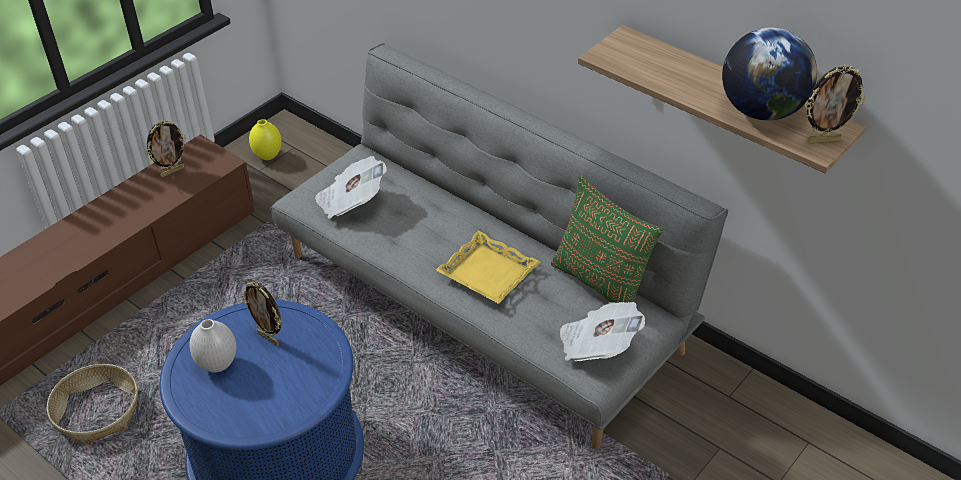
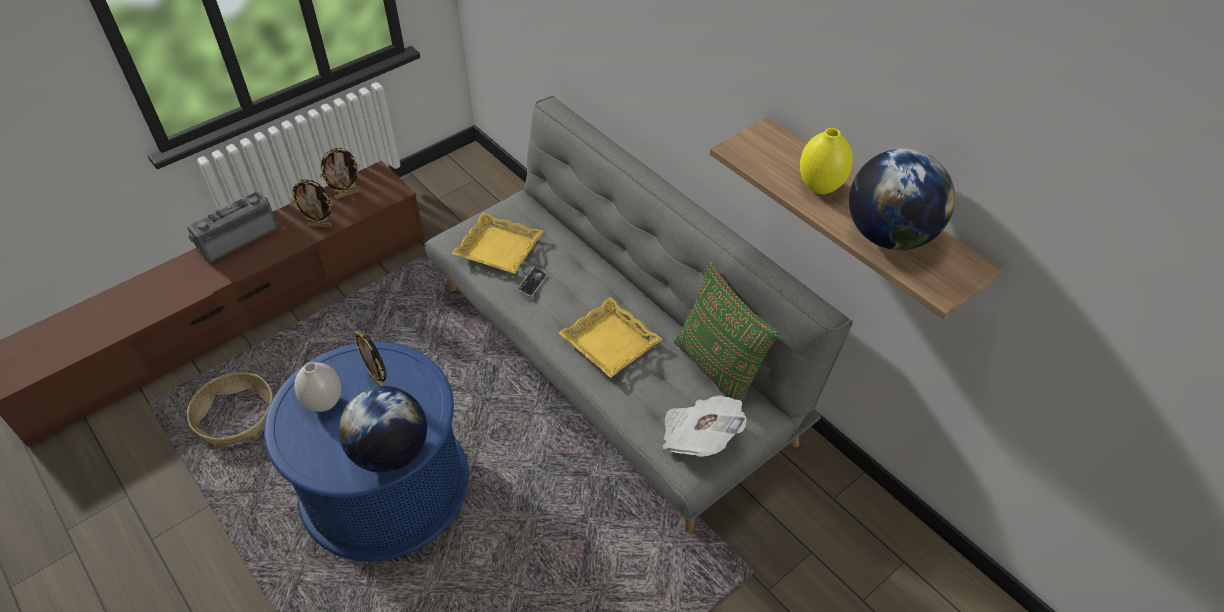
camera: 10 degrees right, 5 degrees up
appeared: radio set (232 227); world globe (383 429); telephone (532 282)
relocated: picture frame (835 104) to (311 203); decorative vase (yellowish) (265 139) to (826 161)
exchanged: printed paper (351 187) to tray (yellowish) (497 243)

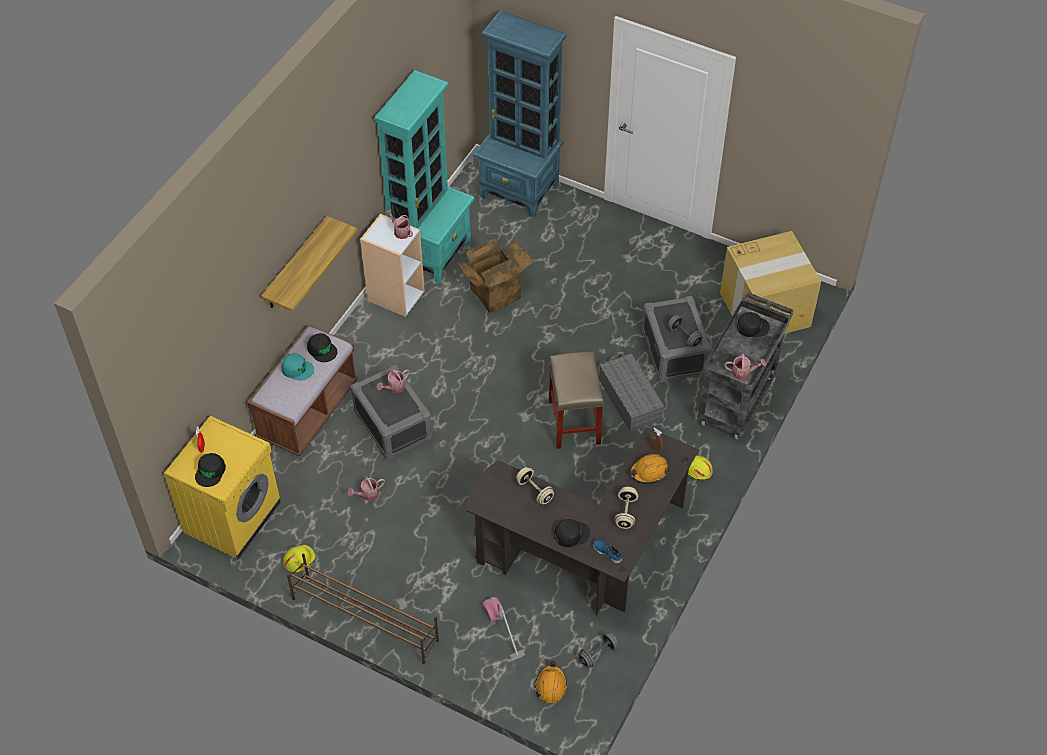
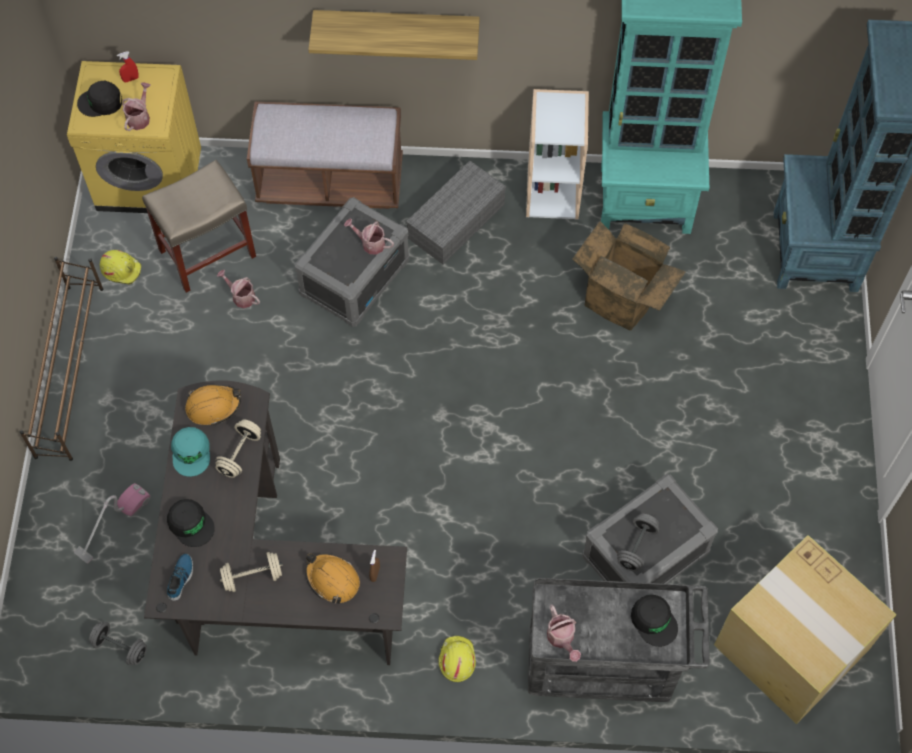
camera: 65 degrees right, 10 degrees up
missing: baseball cap (blackish) (322 347)
relocated: watering can (399 224) to (136 107); stool (beige-coloured) (576 400) to (199 226); baseball cap (turquoise-coloured) (297 366) to (190 452); work helmet (orange-coloured) (551 681) to (213 405); storage bin (greyish) (631 392) to (456 212)

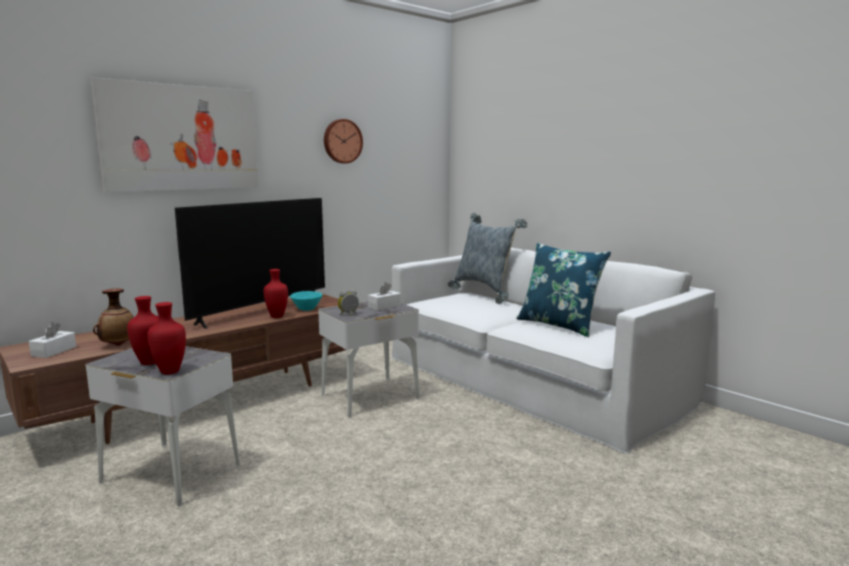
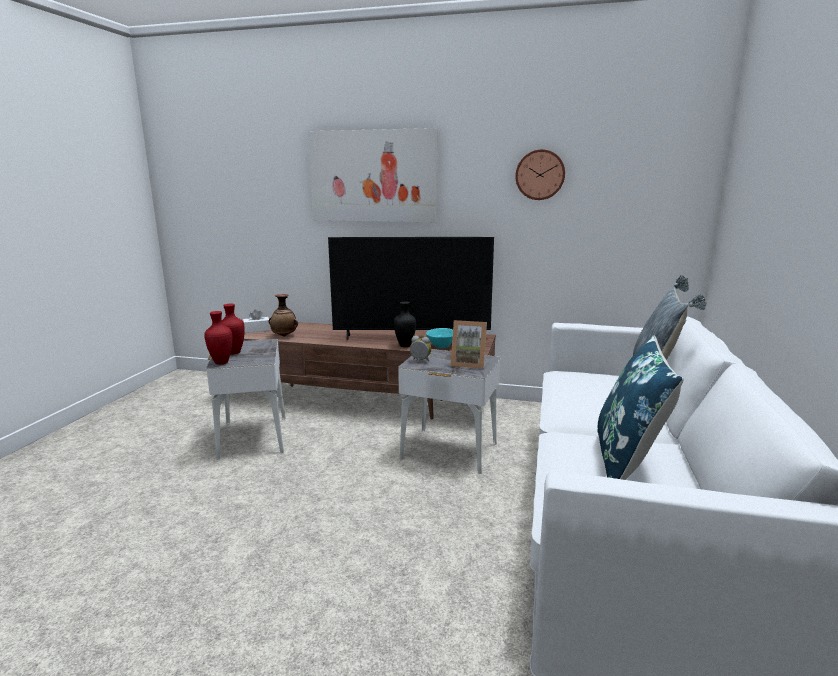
camera: 55 degrees right, 5 degrees up
exchanged: tissue holder (white) (384 296) to picture frame (468 344)
colour: decorative vase (red-coloured) (276 293) to decorative vase (blackish) (405 324)

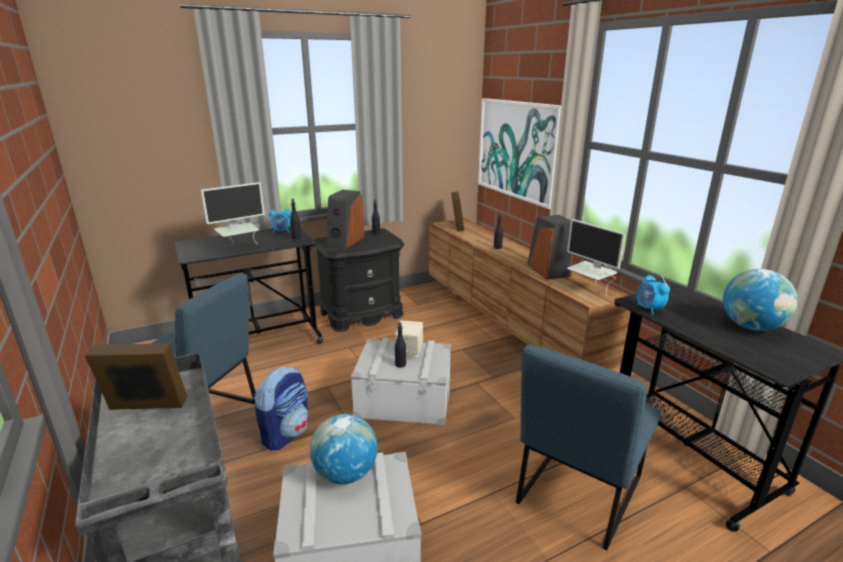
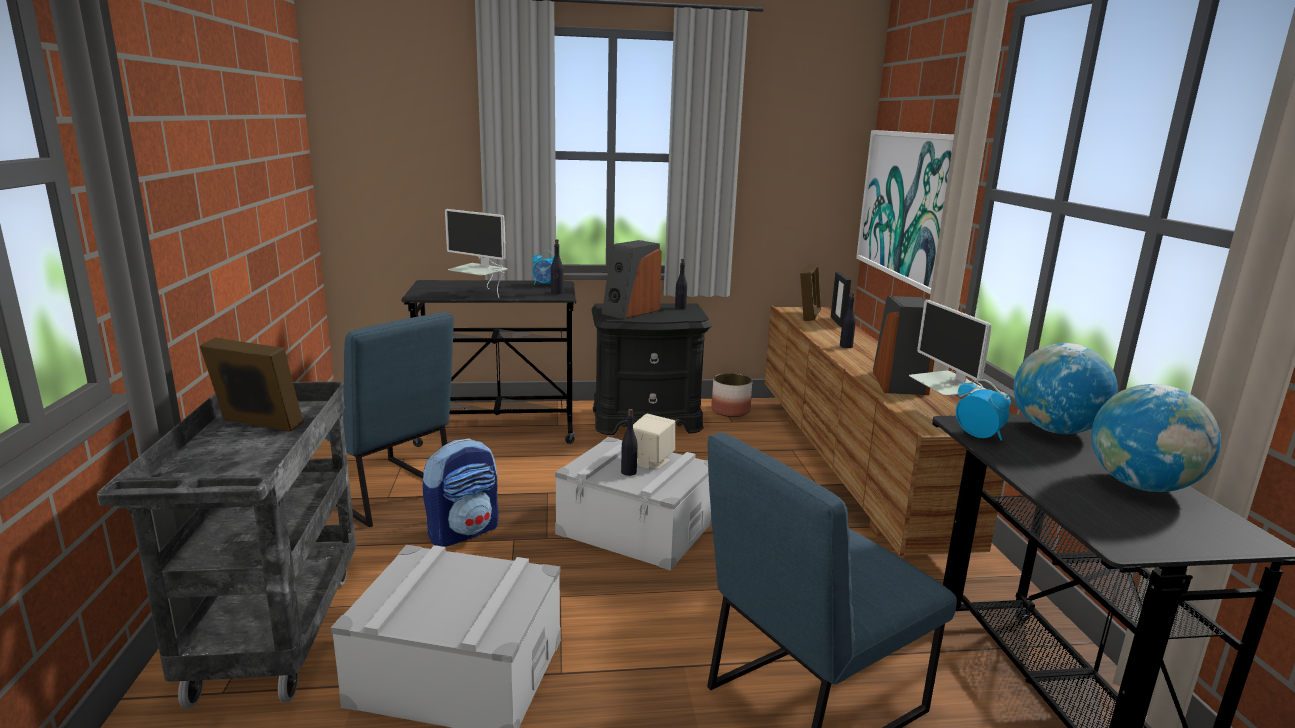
camera: 20 degrees right, 5 degrees down
appeared: flower pot (731 395); picture frame (841 299)
relocated: world globe (343 449) to (1066 388)
spun: computer screen (233 213) = (476 253) 45 degrees clockwise; table clock (653 294) = (983 410) 135 degrees clockwise

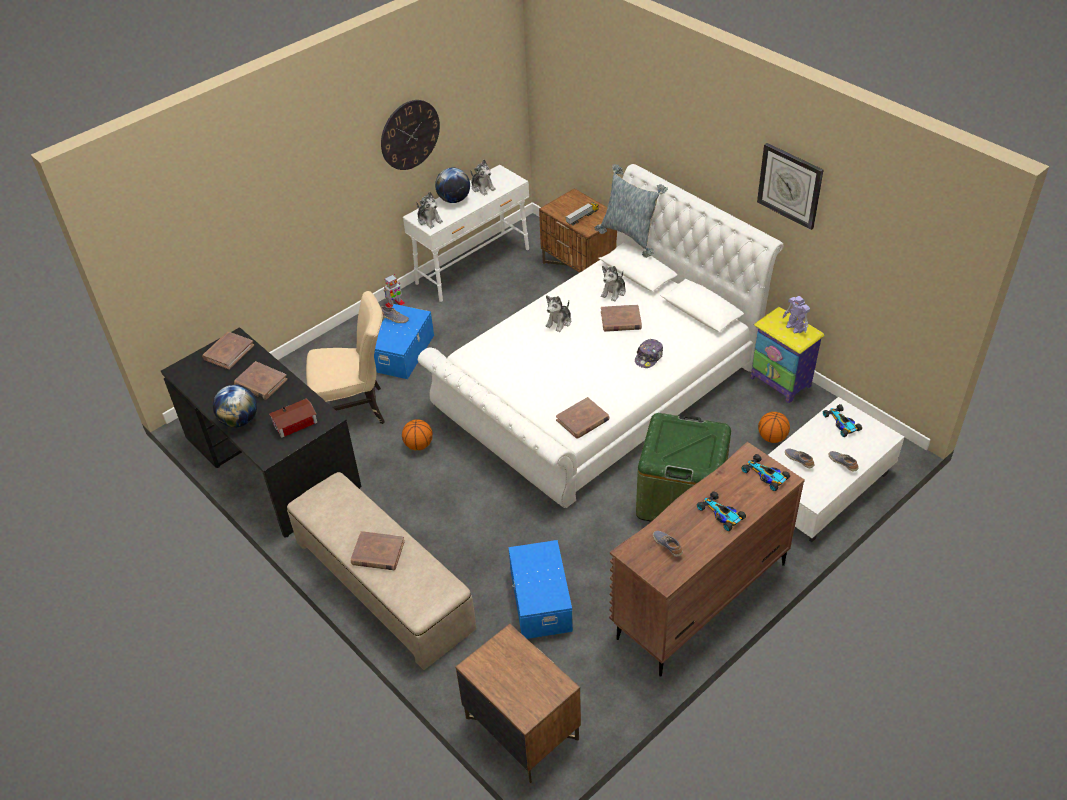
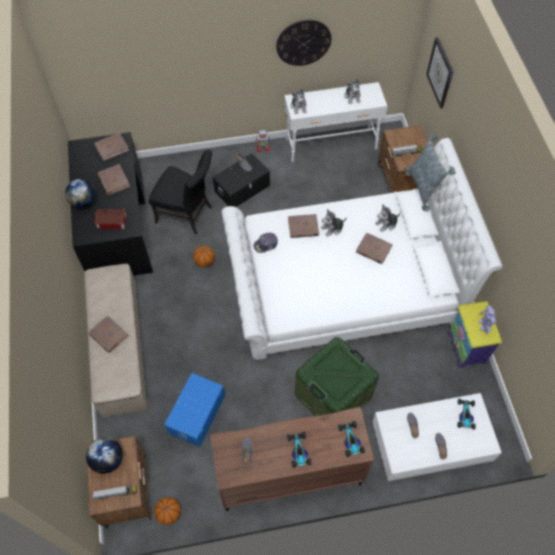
camera: 30 degrees right, 15 degrees up
appeared: toy lorry (115 492)
relocated: world globe (452 185) to (104 455); basketball (774 427) to (167 511); baseball cap (649 353) to (266 243); volume (brownish) (583 418) to (303 226); hanging clock (790 186) to (439 72)
colour: upright chair (beige-coloured) (345 357) to upright chair (blackish) (180 192); storage bin (bluish) (404 341) to storage bin (blackish) (241 180)

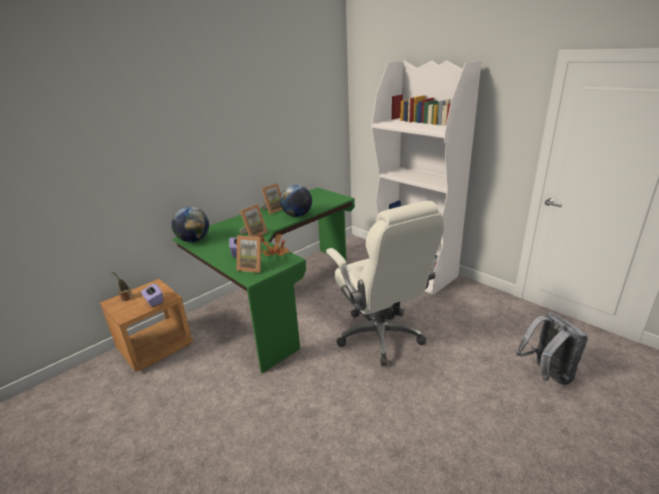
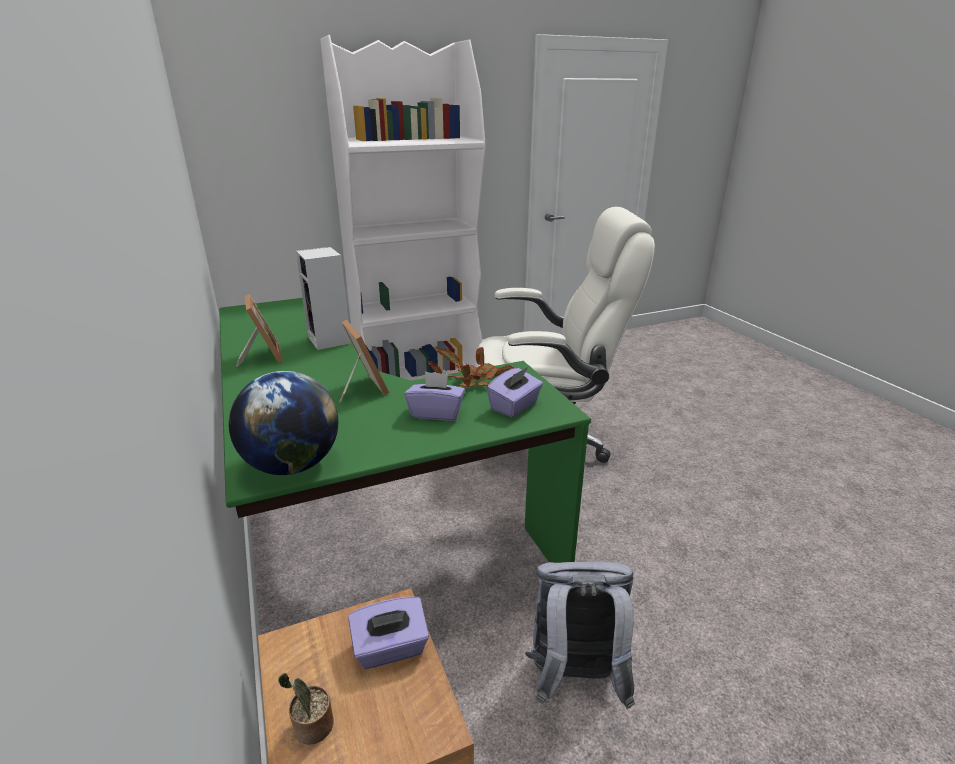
camera: 70 degrees left, 0 degrees up
relocated: backpack (greyish) (552 348) to (580 635)
exchanged: world globe (296 201) to audio speaker (323 298); picture frame (249 254) to tissue holder (purplish) (515 392)

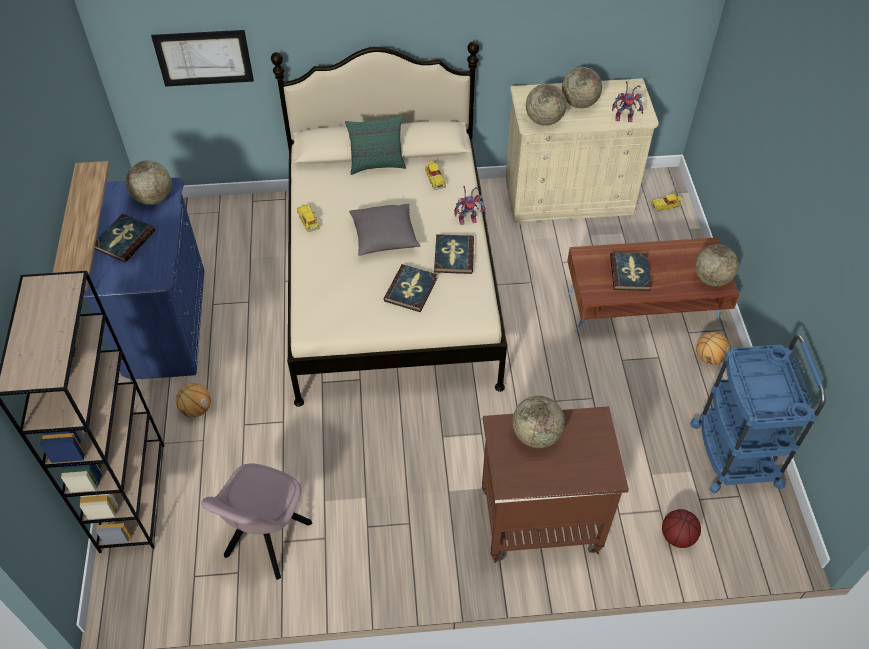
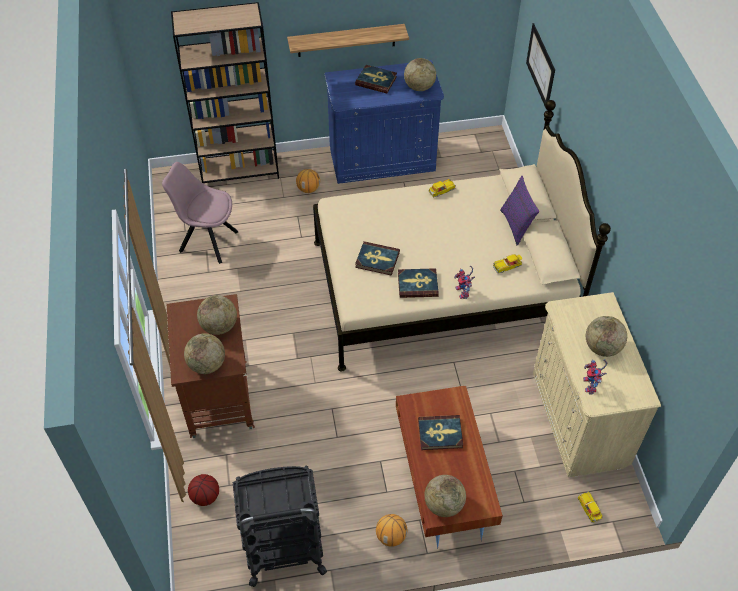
camera: 85 degrees right, 0 degrees up
missing: throw pillow (greyish) (384 230)
relocated: world globe (546 105) to (204 353)
colour: cart (bluish) (758 414) to cart (blackish) (280 526); throw pillow (green-coloured) (375 145) to throw pillow (purplish) (519 210)

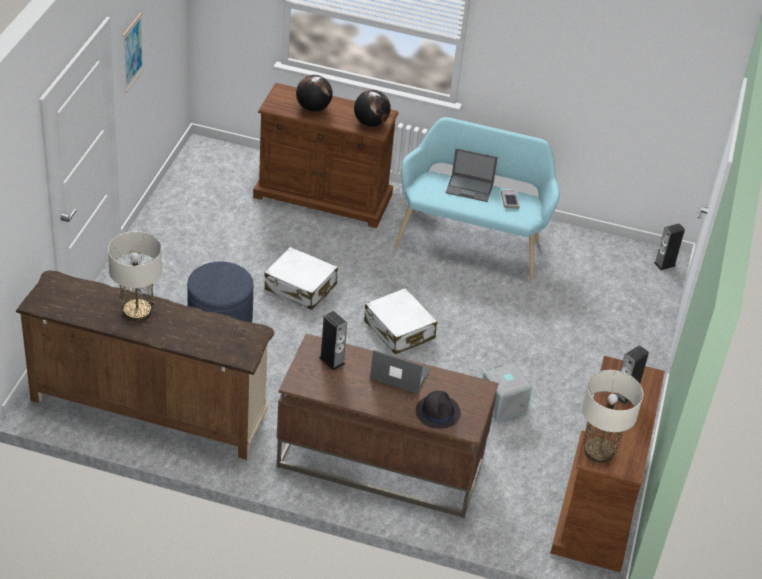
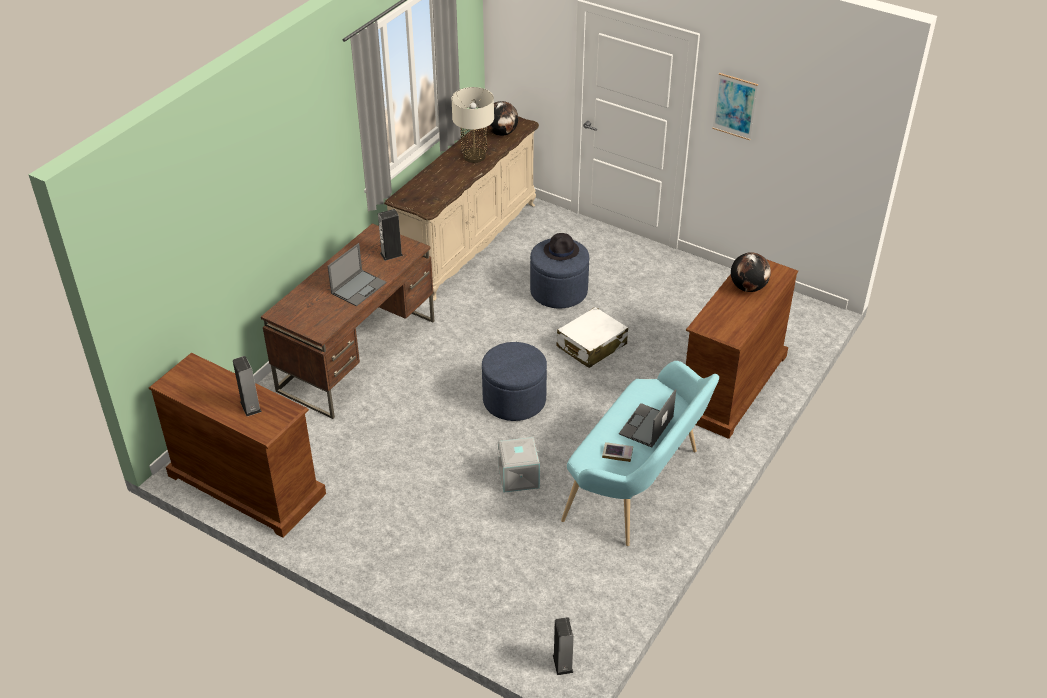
camera: 110 degrees right, 0 degrees up
missing: lamp for a table (612 416)
relocated: world globe (372 108) to (502 118); storage bin (greyish) (508 393) to (518 465); hat (blackish) (438 409) to (561 247)
exchanged: piece of luggage (white) (400 321) to ottoman (bluish) (514 381)

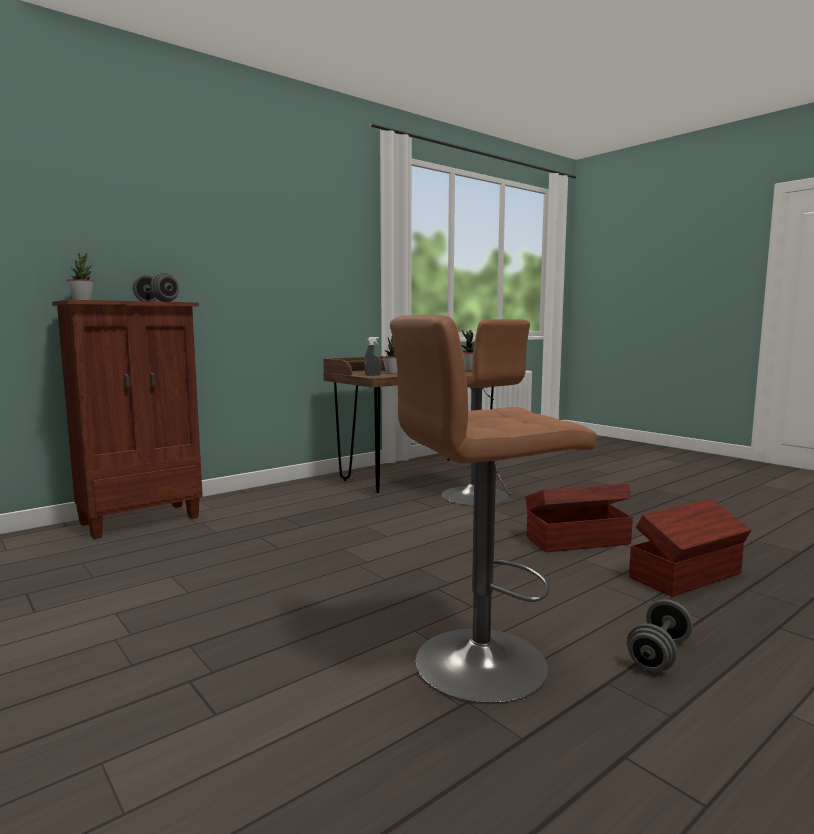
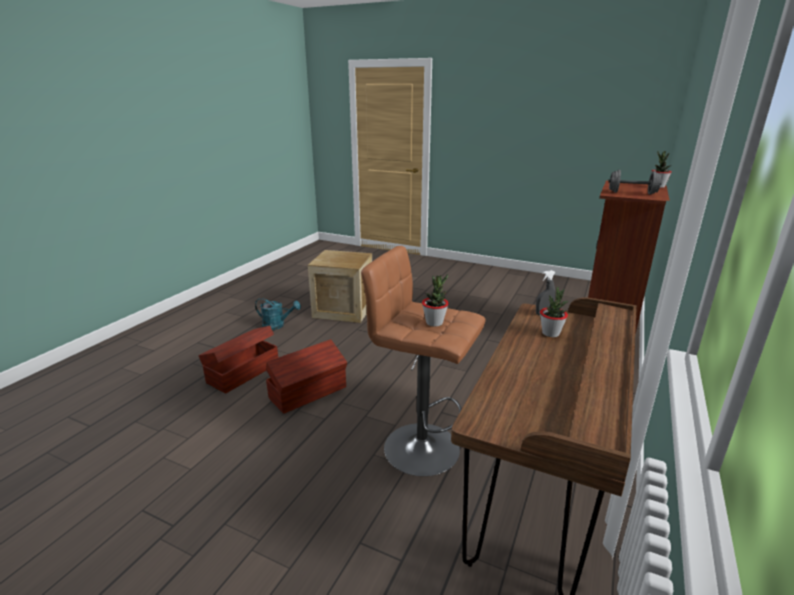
camera: 155 degrees right, 15 degrees up
exchanged: free weight (greyish) (660 635) to watering can (turquoise-coloured) (278 314); stool (brownish) (493 509) to crate (340 286)

